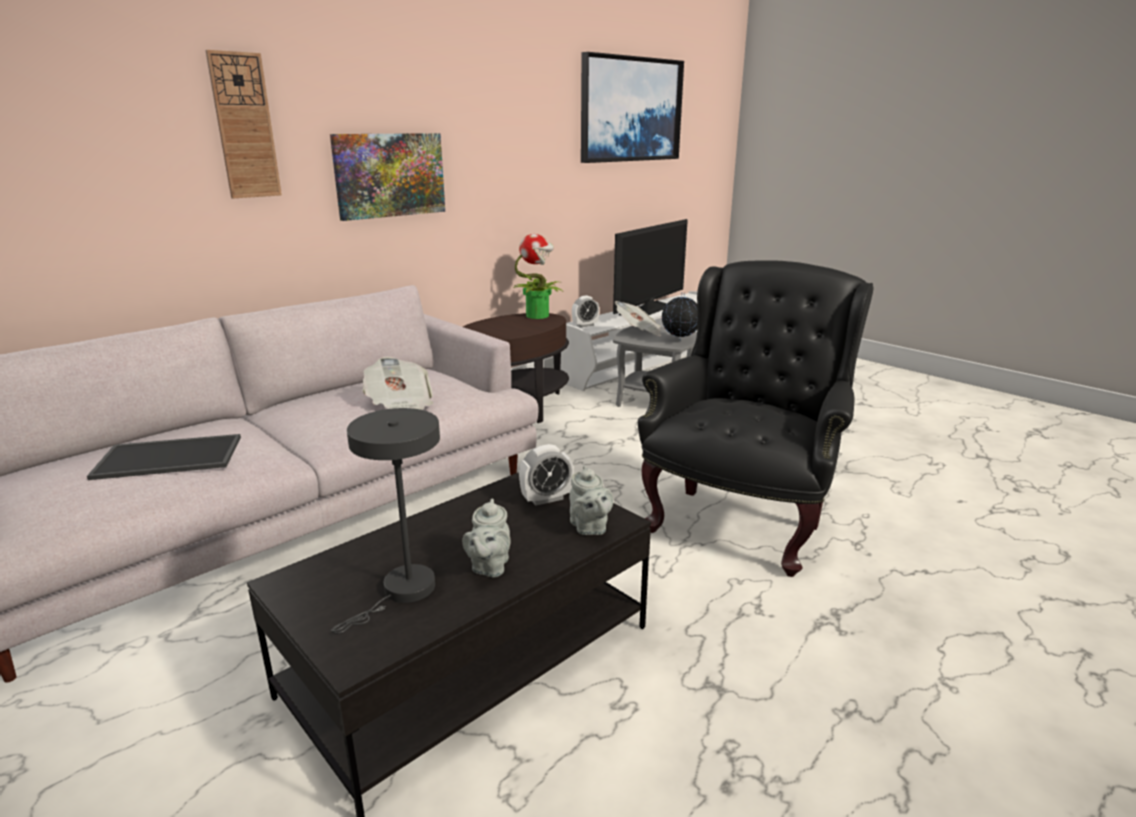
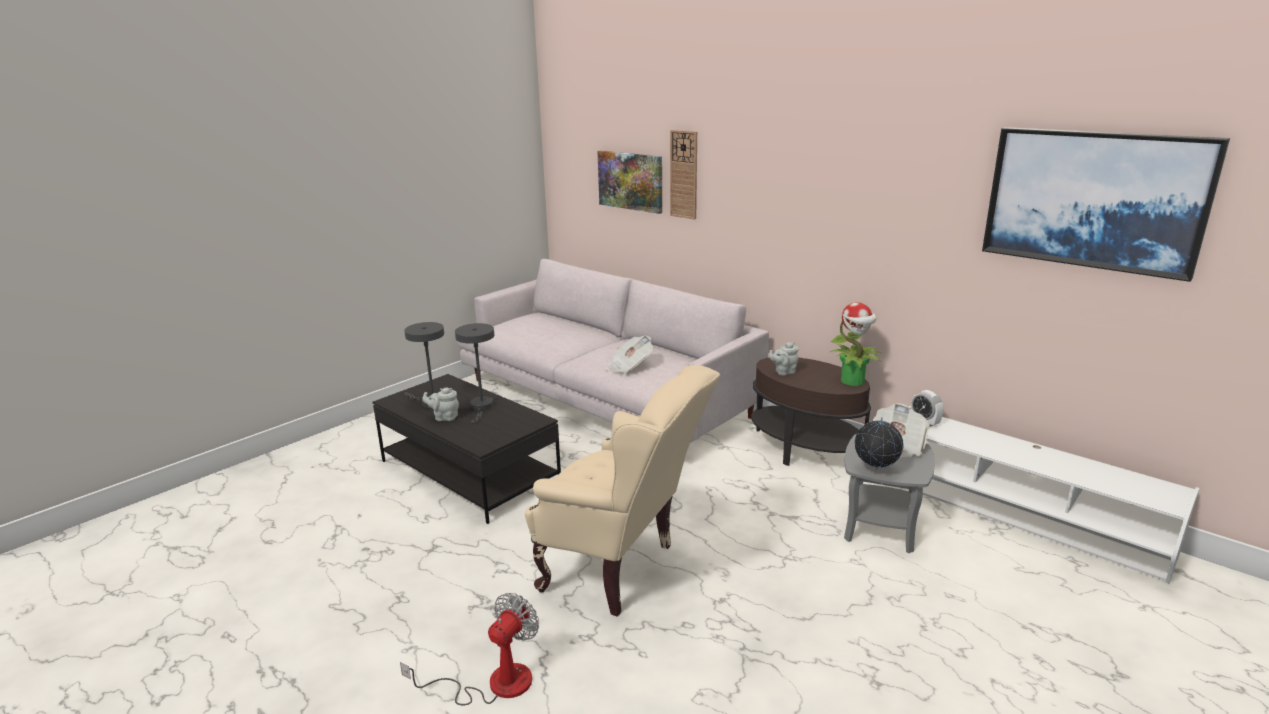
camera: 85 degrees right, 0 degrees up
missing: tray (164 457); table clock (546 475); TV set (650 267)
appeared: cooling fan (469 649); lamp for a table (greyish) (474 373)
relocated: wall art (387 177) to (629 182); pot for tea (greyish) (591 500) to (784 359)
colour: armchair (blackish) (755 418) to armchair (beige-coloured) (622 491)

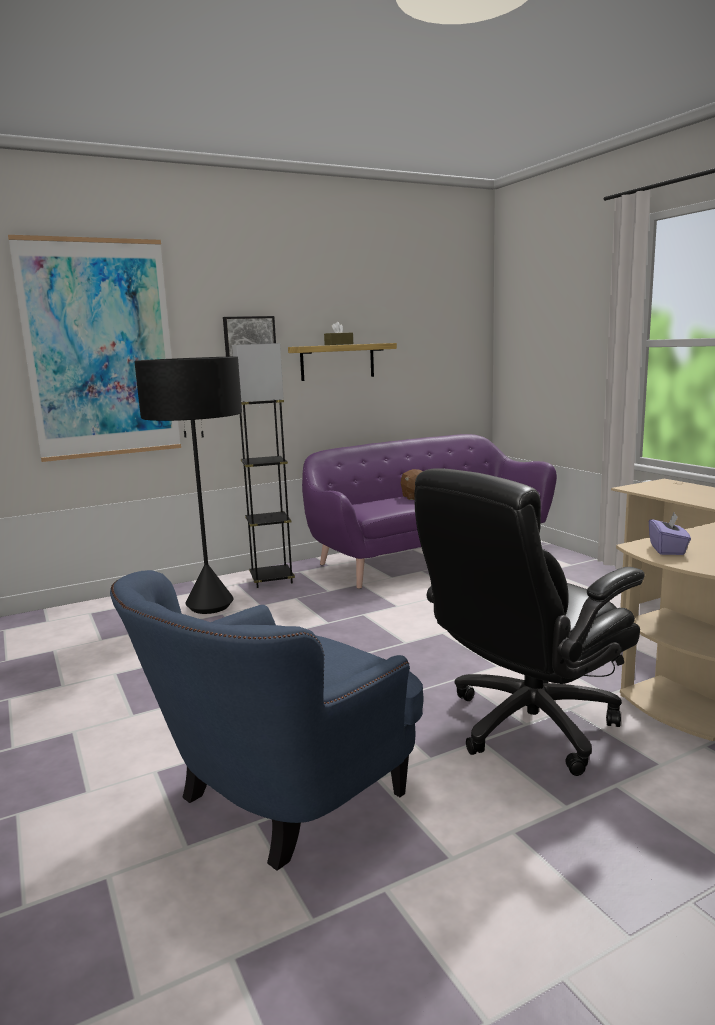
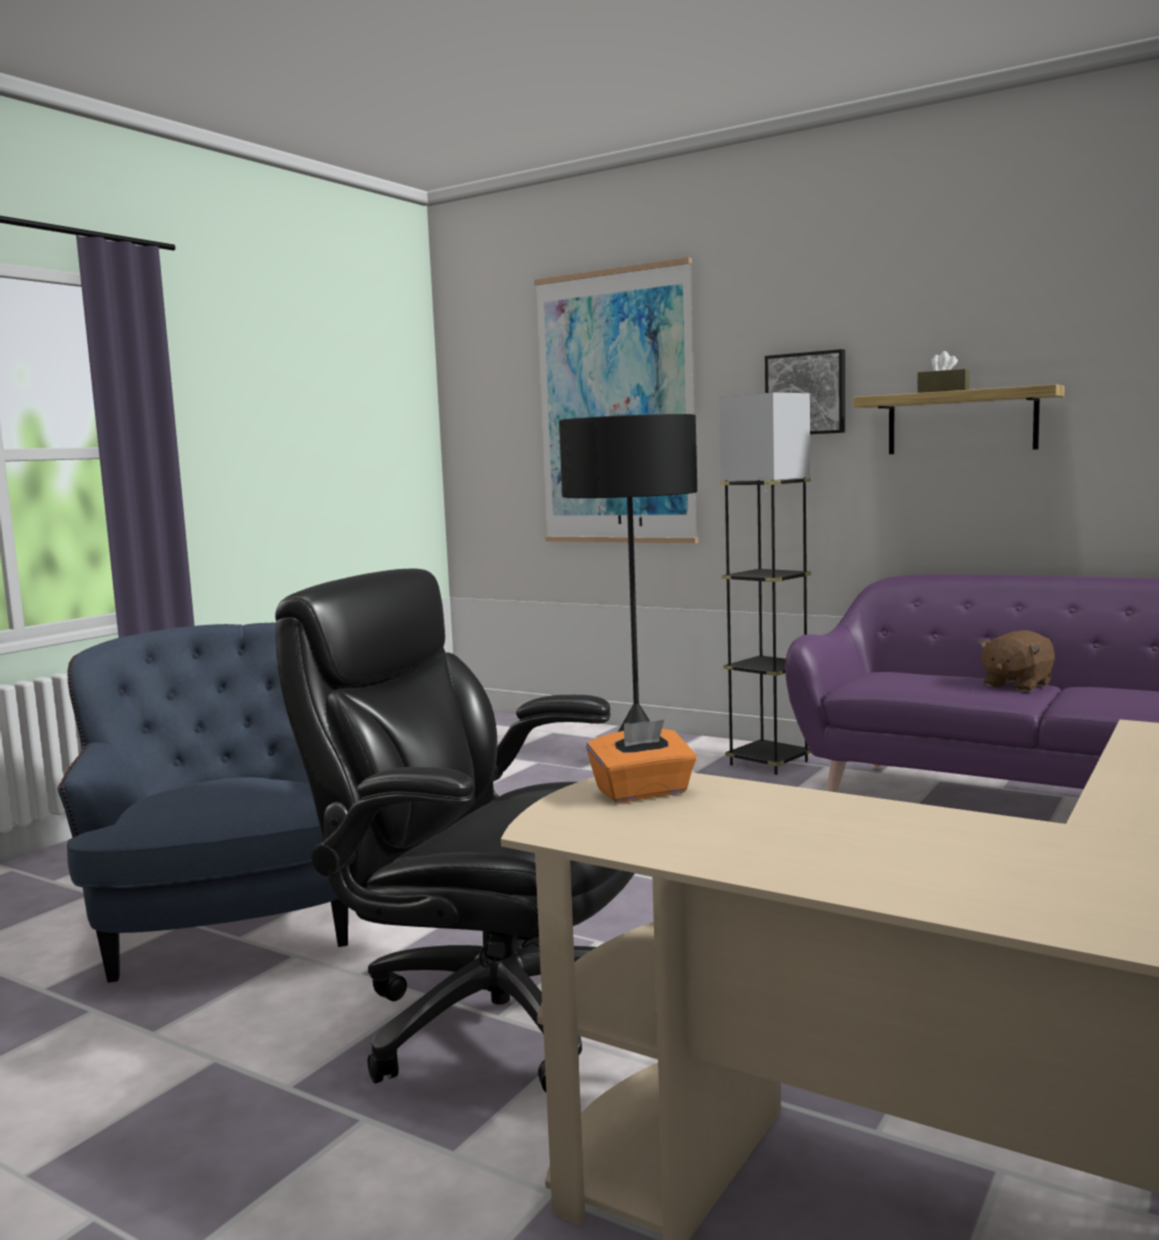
camera: 60 degrees right, 5 degrees down
colour: tissue holder (purplish) (670 534) to tissue holder (orange-coloured) (641 761)
spun: armchair (bluish) (266 720) = (203 803) 60 degrees clockwise

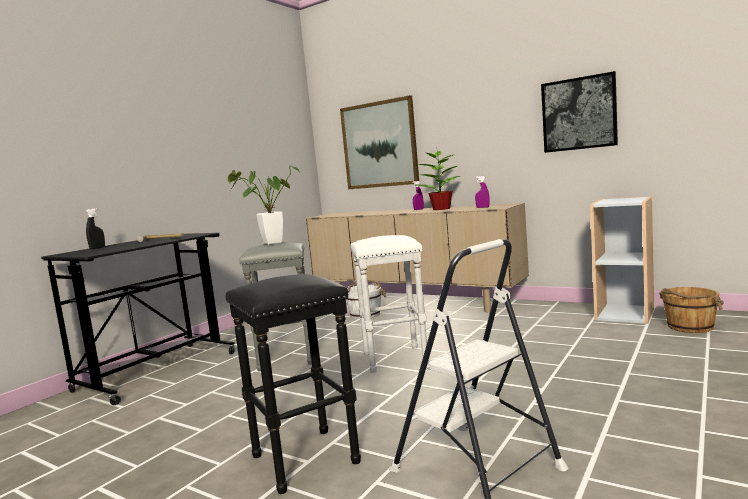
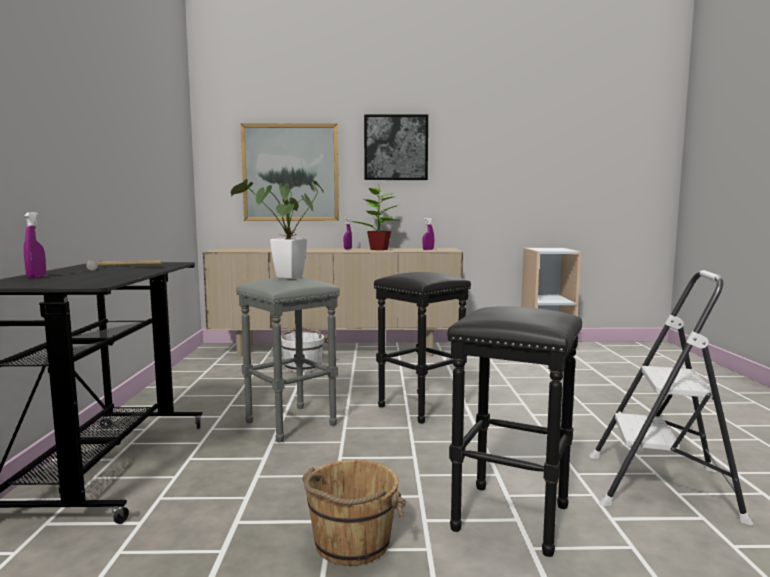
camera: 35 degrees left, 0 degrees up
relocated: bucket (brownish) (691 310) to (354 513); wall art (579 112) to (396 147)
colour: spray bottle (blackish) (95 229) to spray bottle (purplish) (35 245); stool (white) (389 304) to stool (blackish) (422 348)

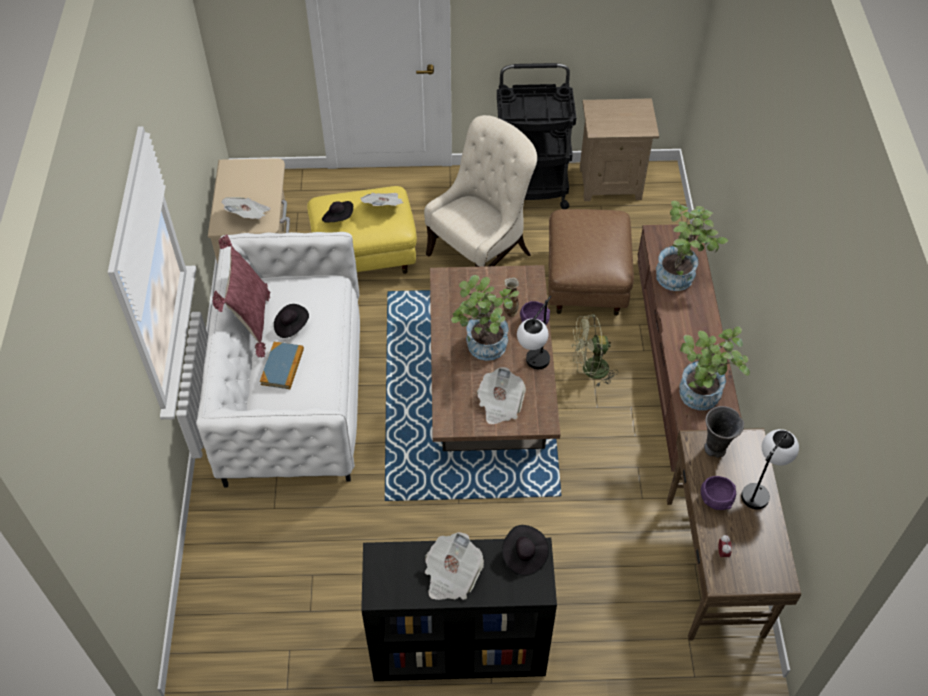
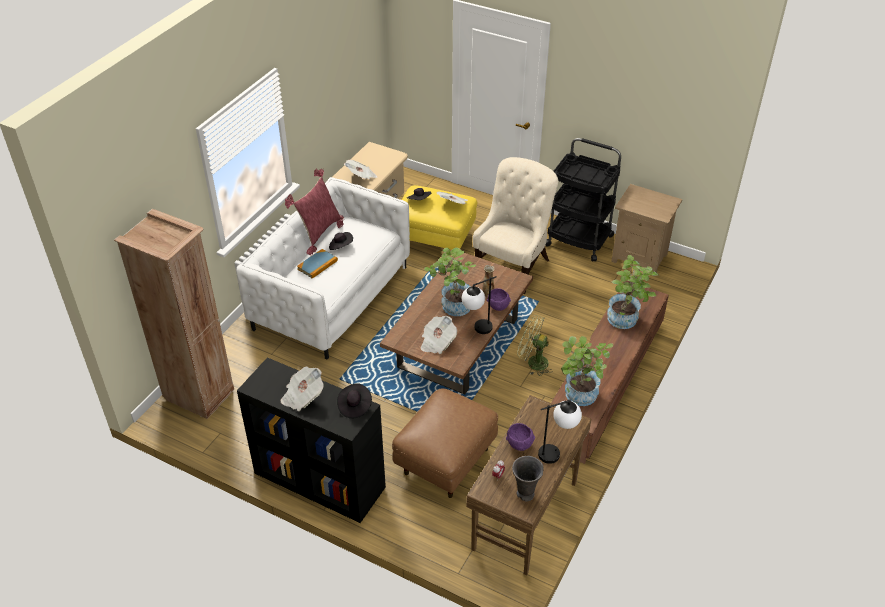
camera: 30 degrees right, 10 degrees down
appeared: storage cabinet (brownish) (174 314)
relocated: ottoman (brownish) (591 262) to (445 443); decorative vase (greyish) (724 432) to (528 479)
spun: armchair (beige-coloured) (480 191) = (515 225) 45 degrees counterclockwise

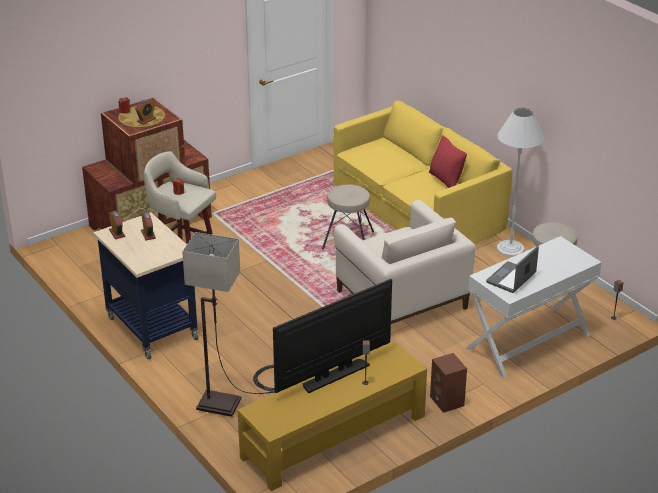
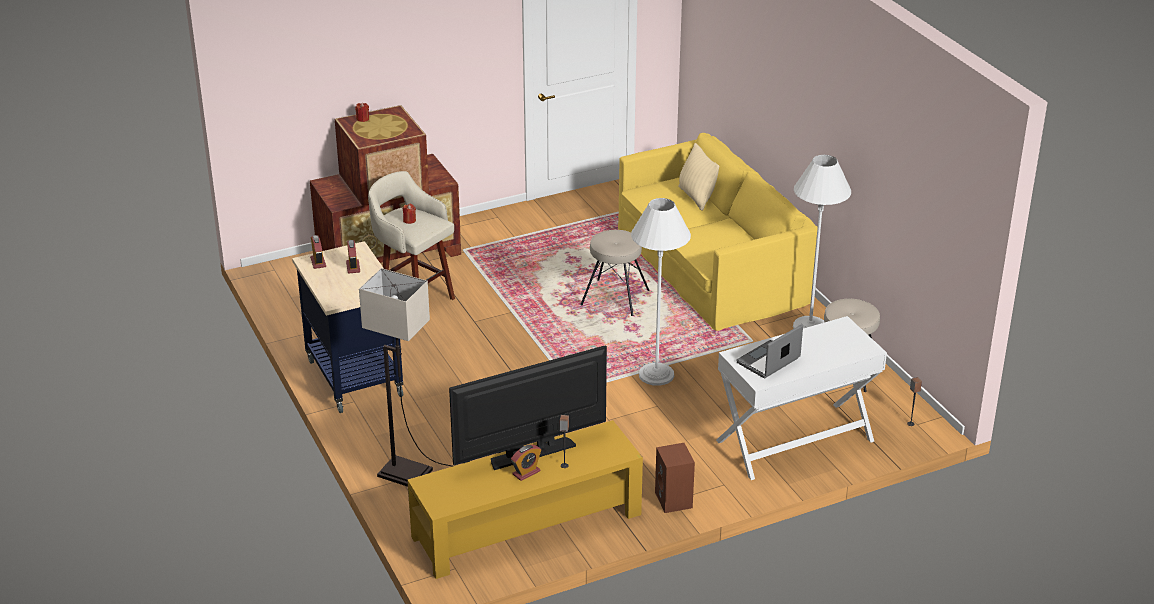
camera: 10 degrees right, 0 degrees up
missing: throw pillow (red-coloured) (448 161)
appeared: throw pillow (beige-coloured) (698 177)
relocated: table clock (145 112) to (526 462)
exchanged: armchair (beige-coloured) (404 262) to floor lamp (white) (661 292)

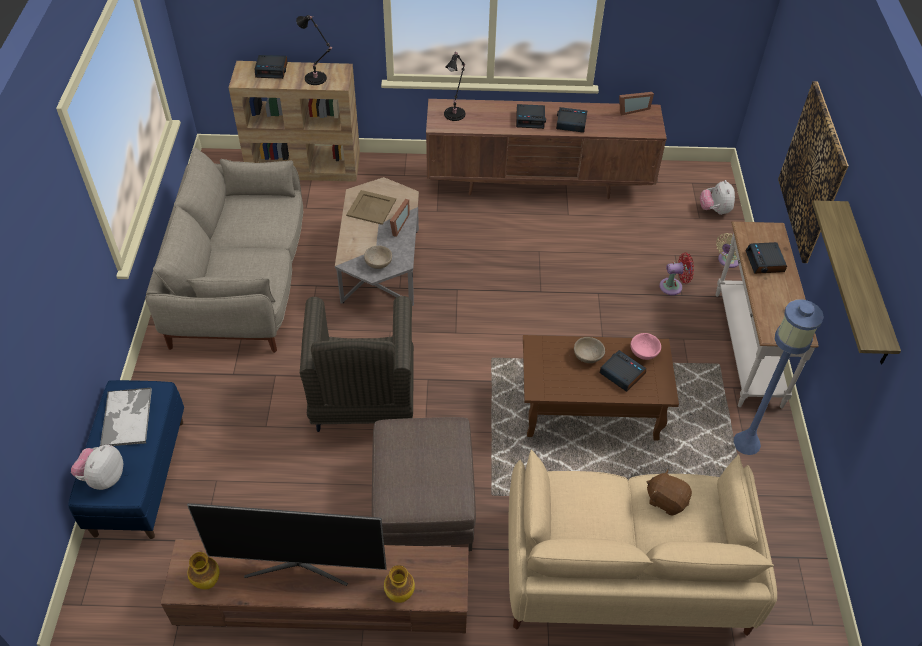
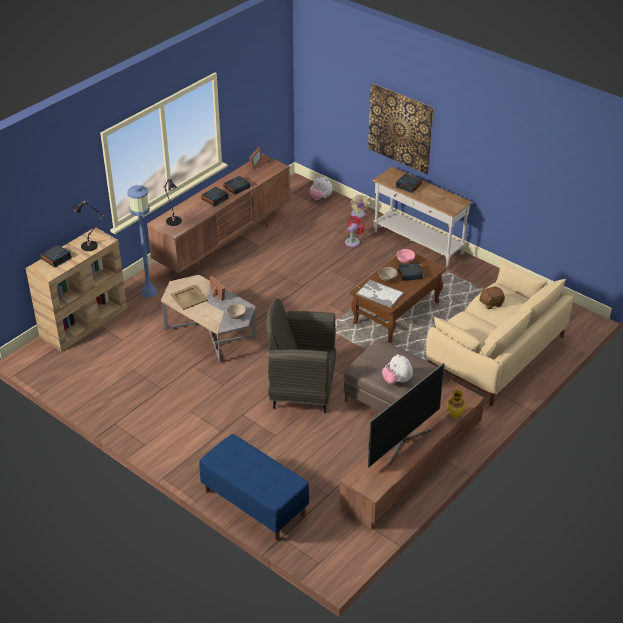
camera: 50 degrees left, 10 degrees down
missing: couch (beige-coloured) (224 250); decorative vase (203 571); bracket shelf (856 282)
relocated: floor lamp (bluish) (779 377) to (142 241); tray (126 416) to (380 294); plush toy (97 467) to (397 369)
spun: armchair (greyish) (357 364) = (301 355) 150 degrees clockwise

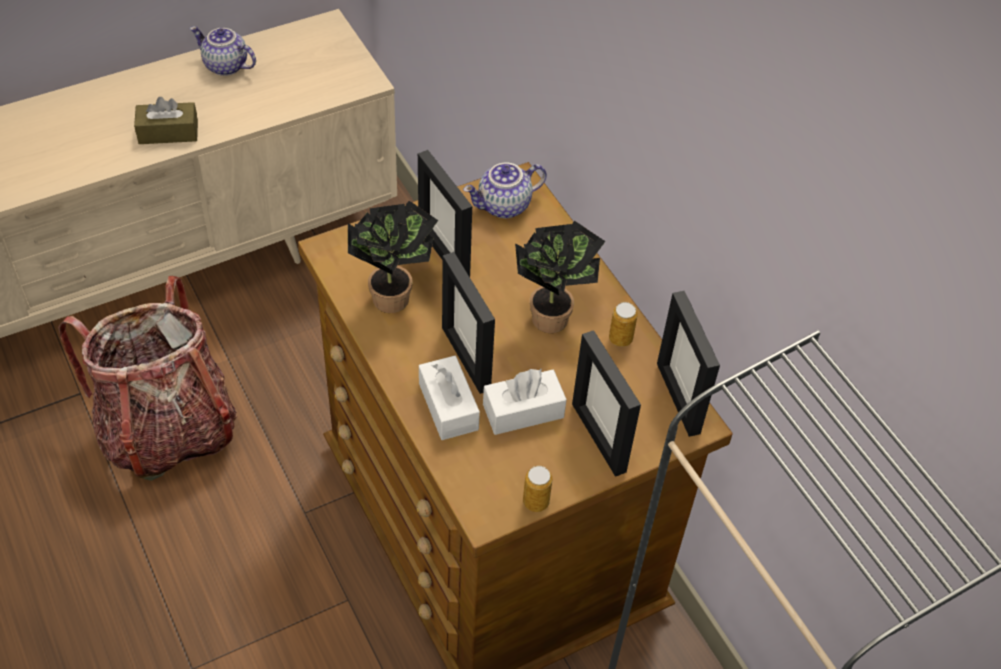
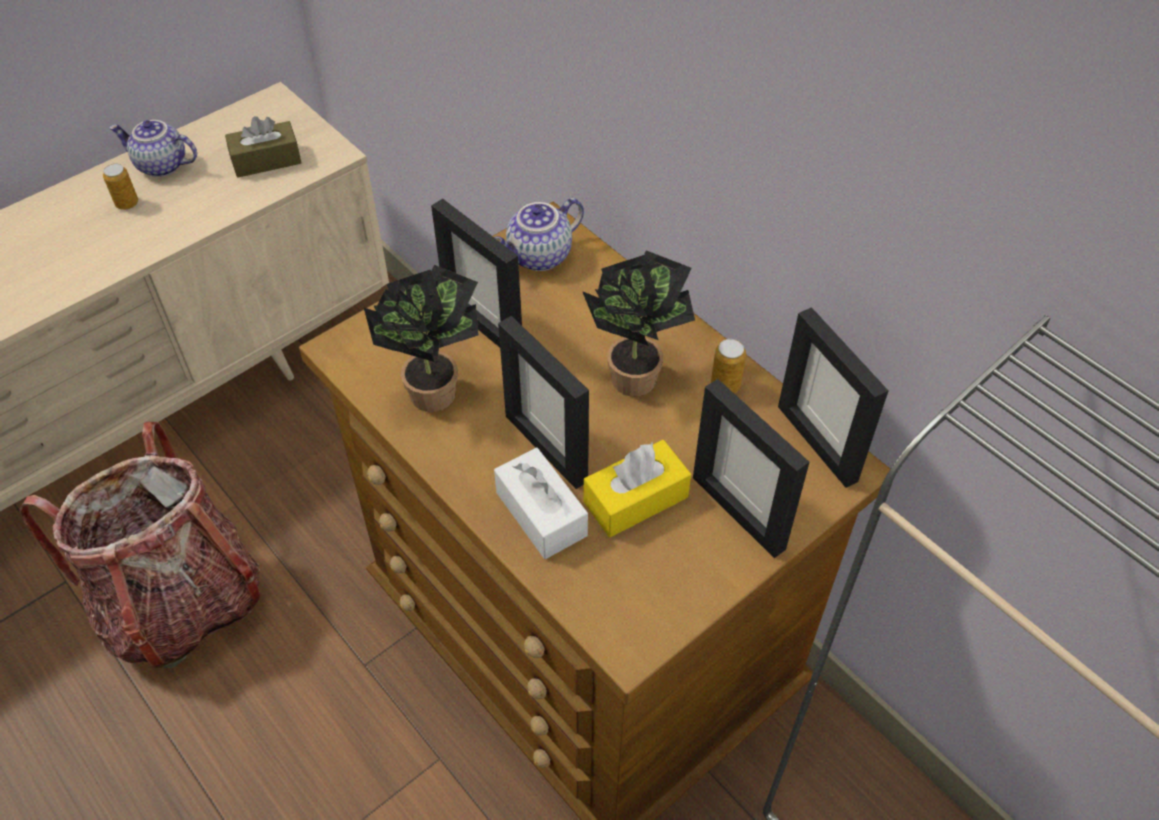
camera: 10 degrees left, 0 degrees up
relocated: can (538 489) to (120 186); tissue holder (brownish) (166 120) to (263 147)
colour: tissue holder (white) (525 401) to tissue holder (yellowish) (637 488)

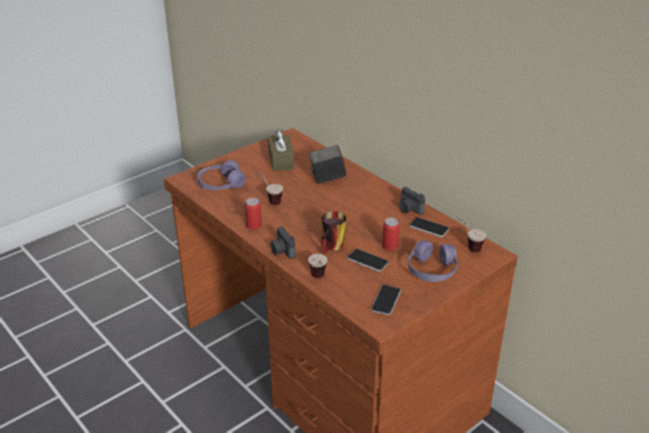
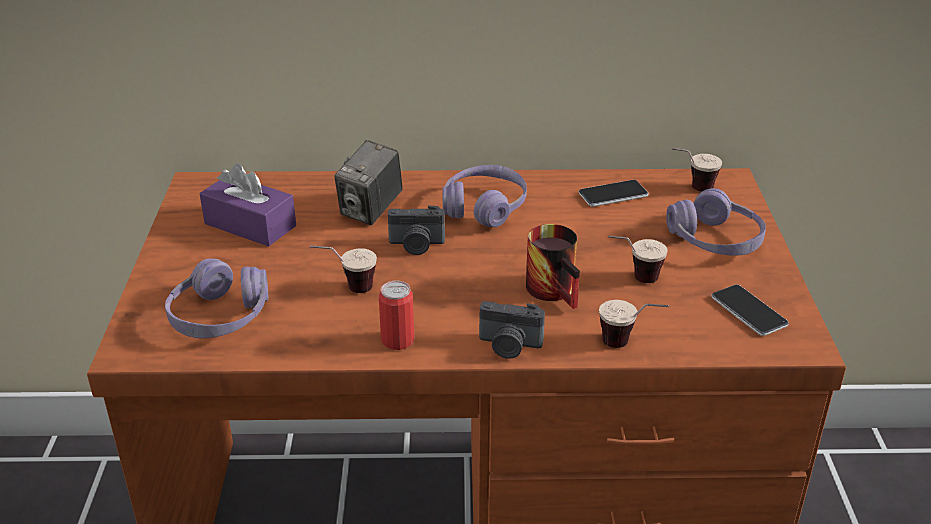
camera: 50 degrees left, 0 degrees up
missing: can (391 234)
appeared: headphones (purplish) (484 196)
relocated: photo camera (412 201) to (416 230)
exchanged: telephone (368 260) to cup (638 259)
colour: tissue holder (brownish) (281 150) to tissue holder (purplish) (247 205)

